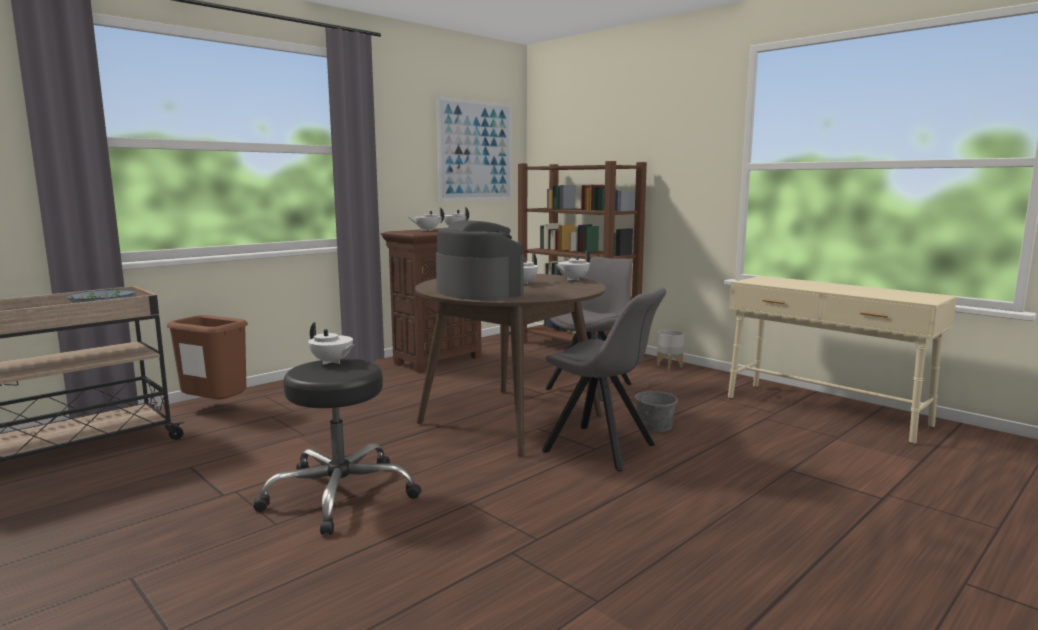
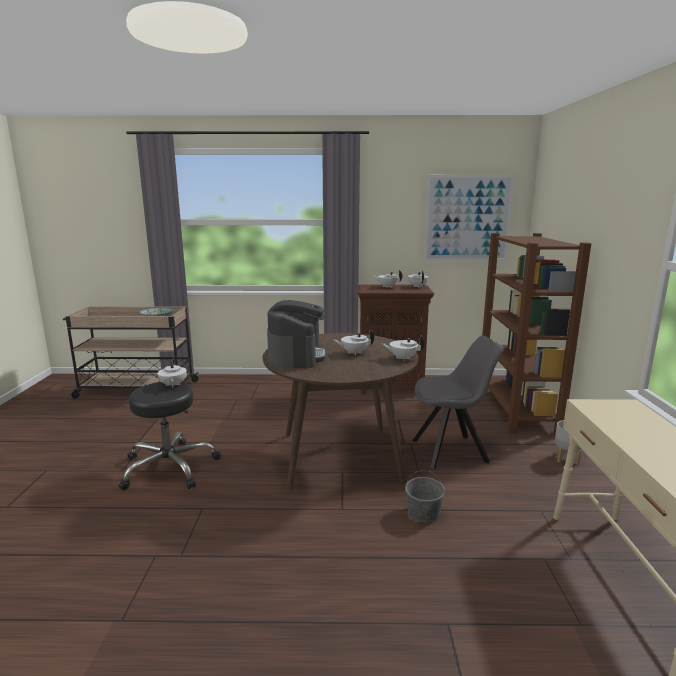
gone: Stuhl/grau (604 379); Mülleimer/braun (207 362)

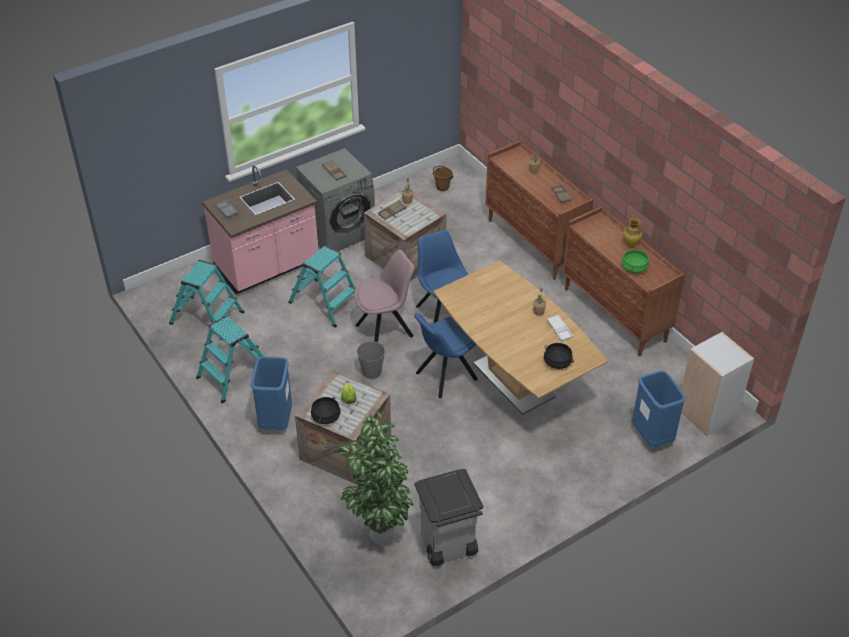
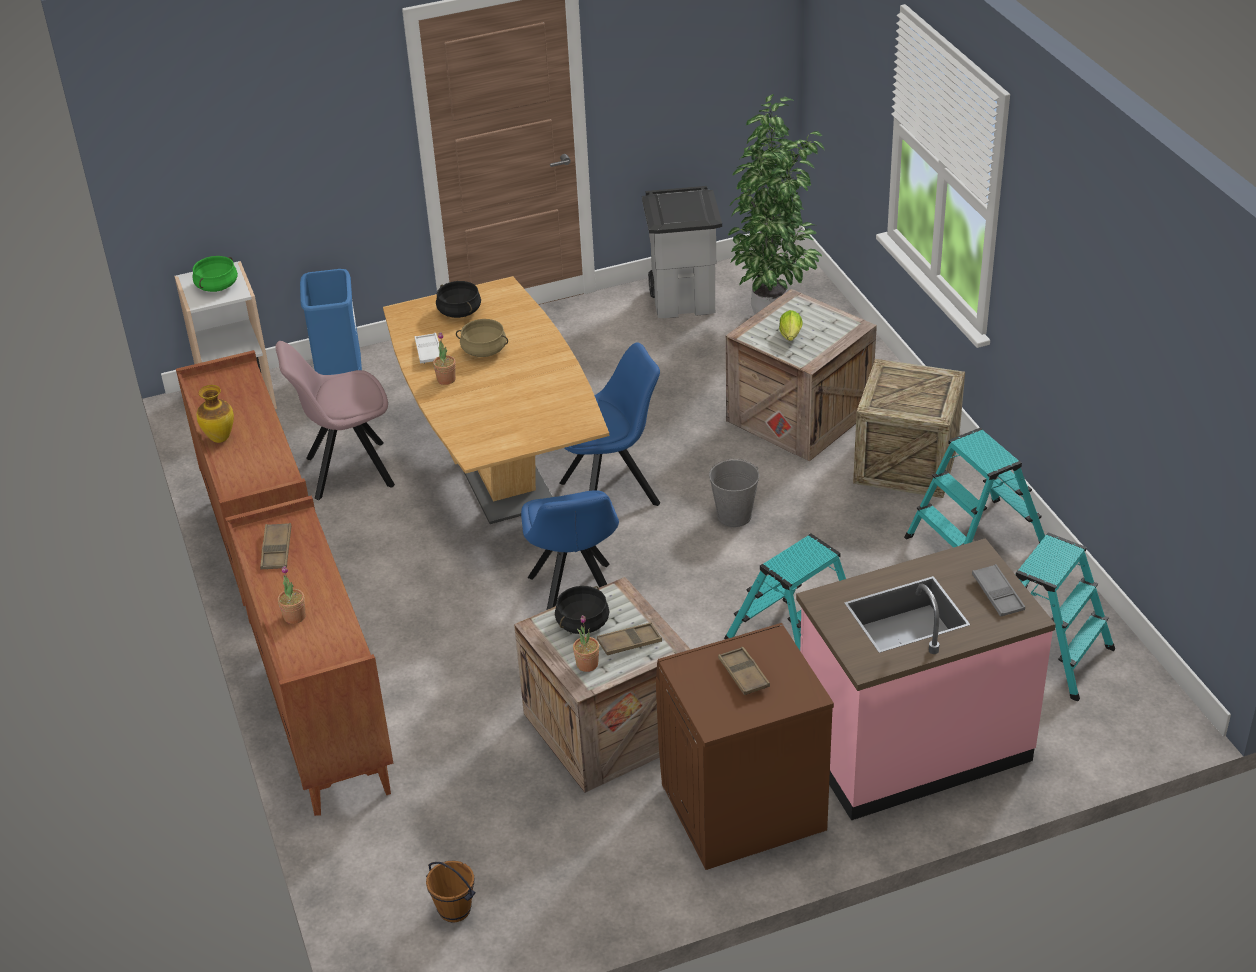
new: Kochtopf/beige (482 338)
shifted: Kochtopf/grün (635 261) to (215 274); Stuhl/rosa (384 296) to (335 420); Kochtopf/schwarz (325 410) to (582 610)
swapped: Mülleimer/blau (271 393) to Kiste (909 428)
repainted: Waschmaschine/grau (335 199) to Waschmaschine/braun (745 746)

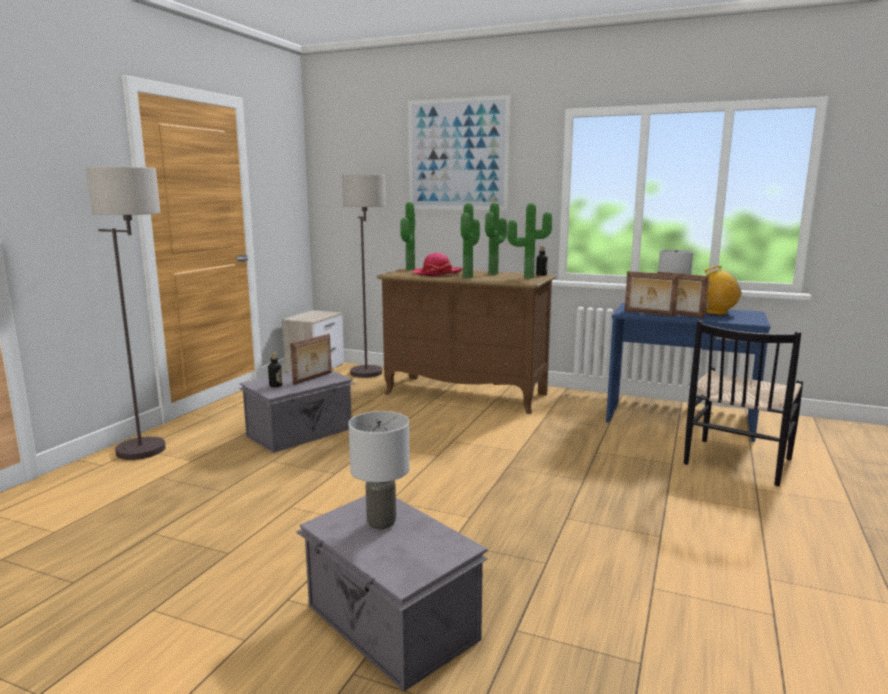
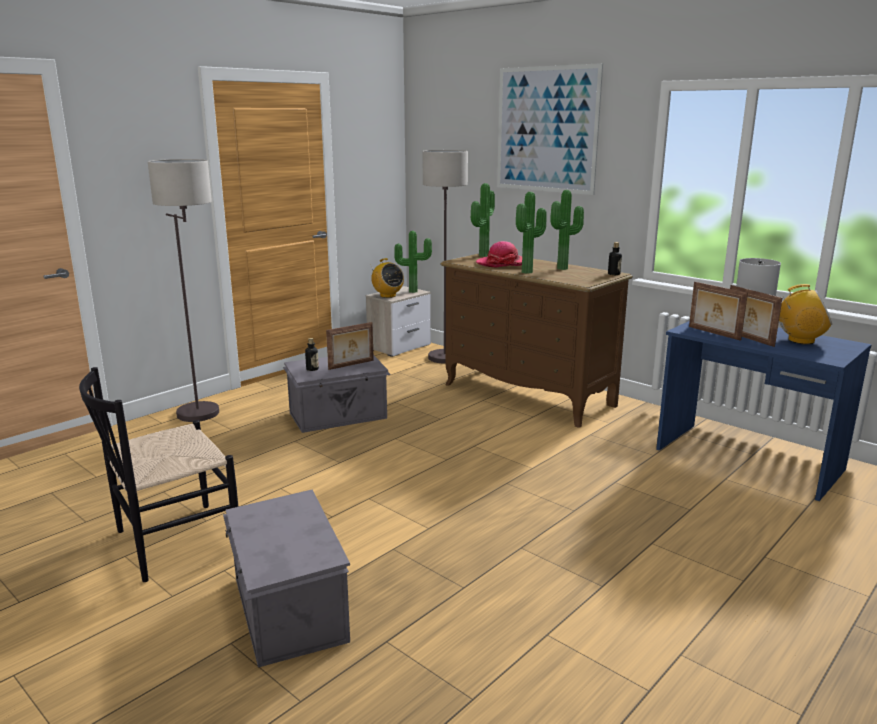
gone: Tischlampe/weiß (379 470)
new: Radio (387 278)
shifted: Topfpflanze (529 241) to (413 262); Stuhl/schwarz (743 403) to (158 474)

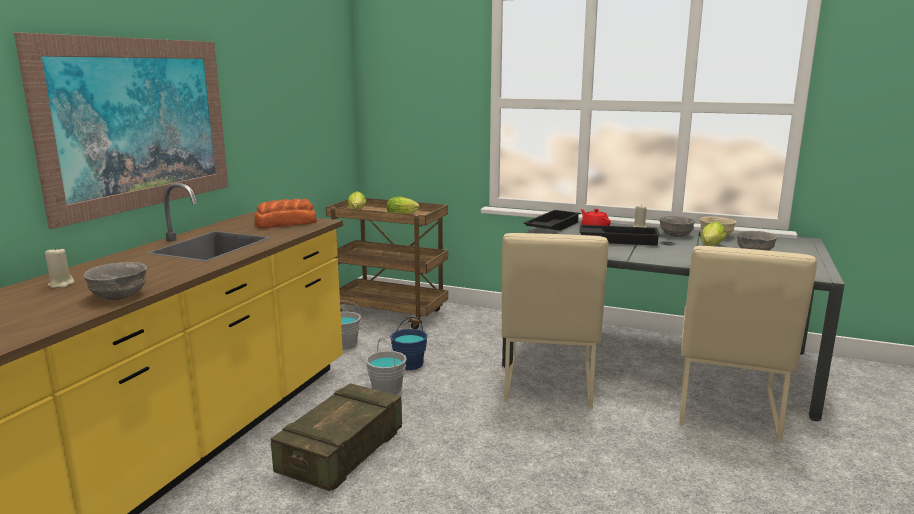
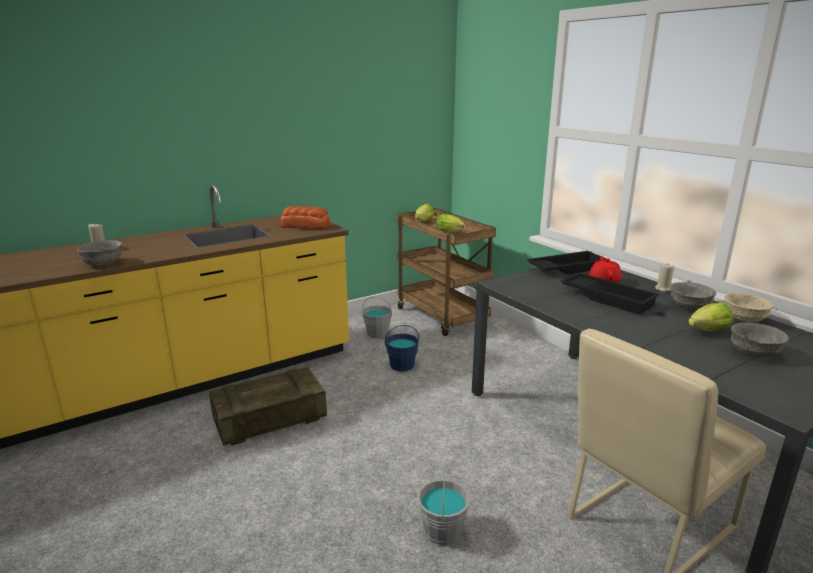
gone: Bild (121 130); Stuhl/beige (555 320)
shifted: Eimer/grau (386 366) to (443 506)

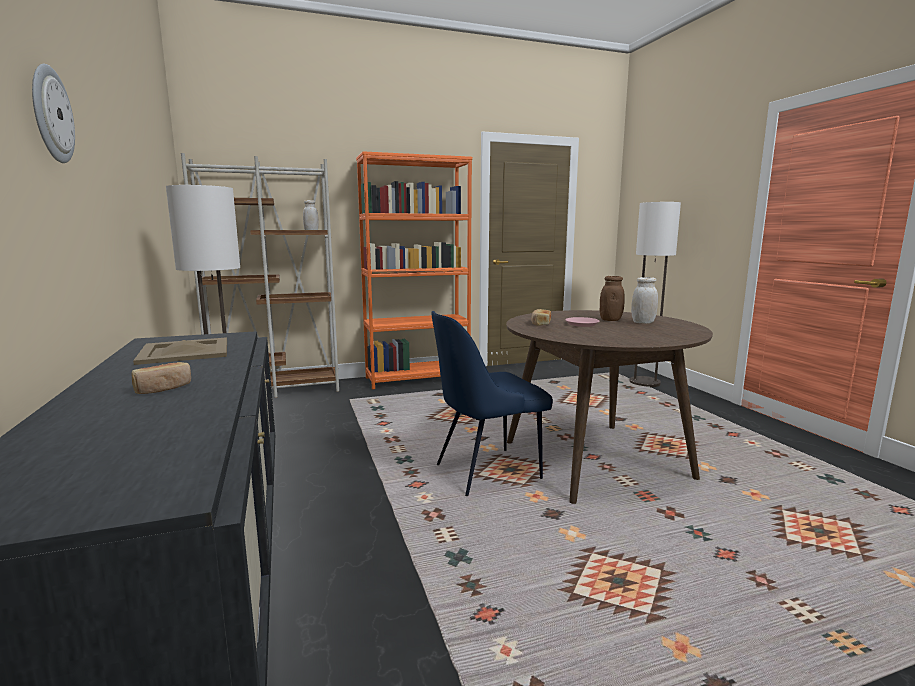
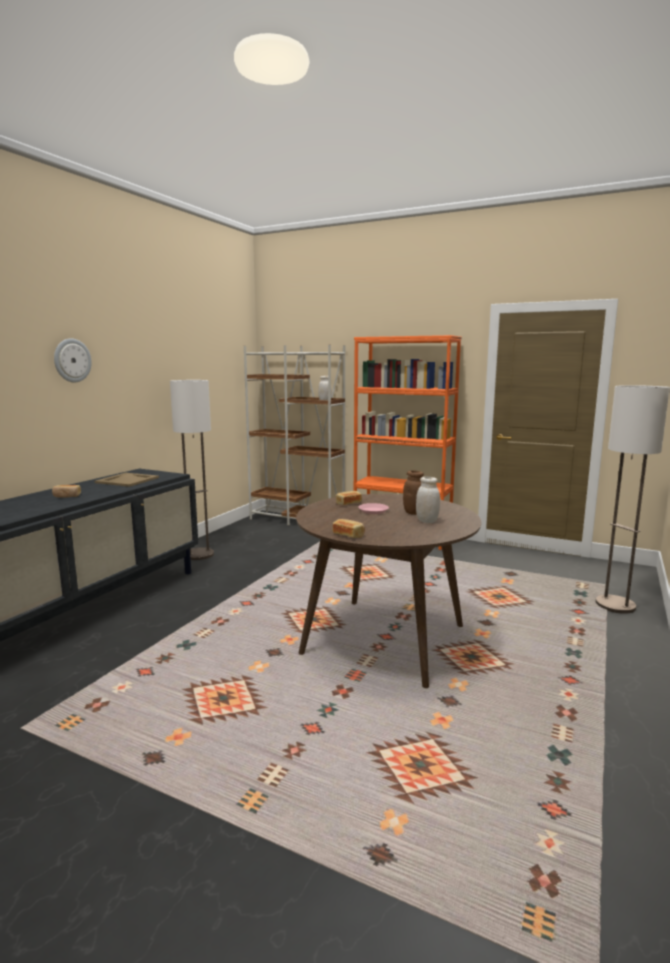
gone: Stuhl/blau (492 403)
new: Brot (348 528)

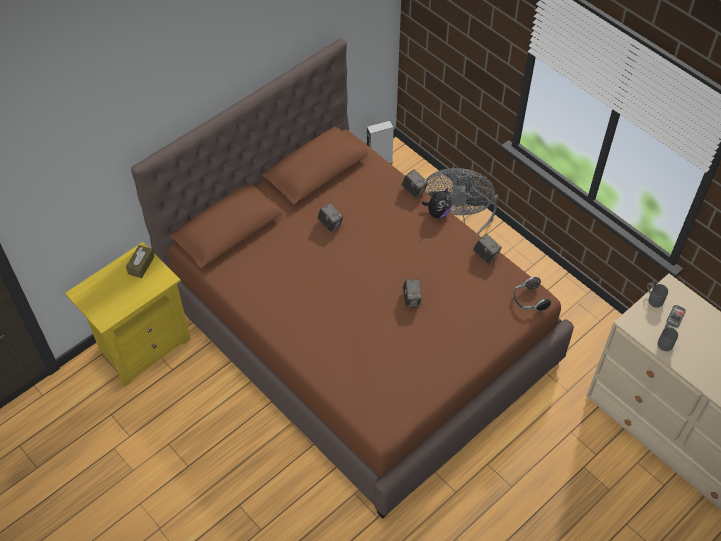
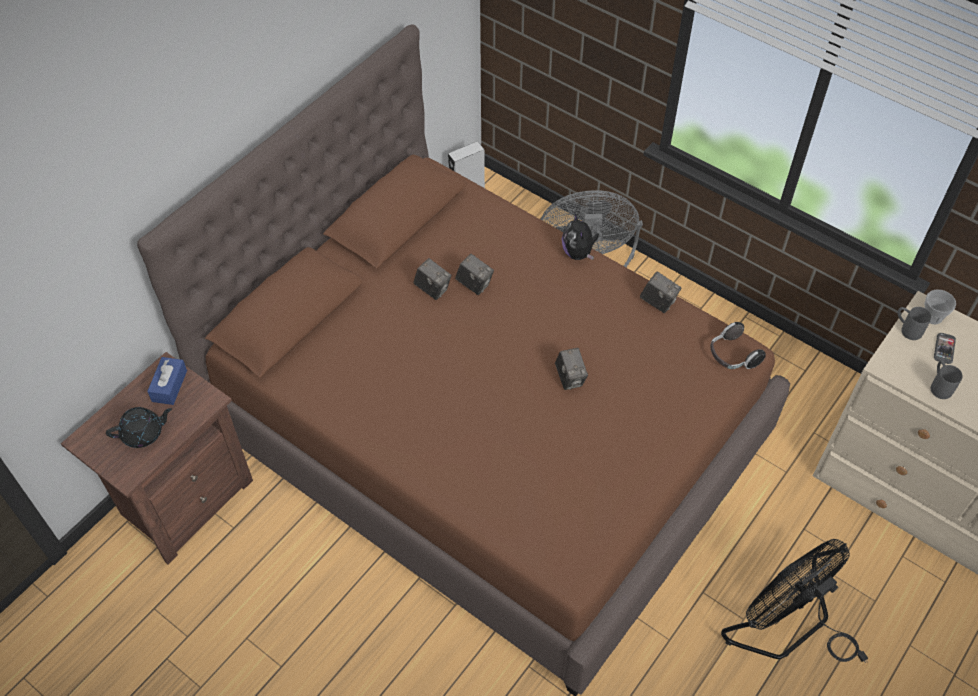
new: Tasse (940 307); Teekanne/schwarz (139 427); Ventilator/schwarz (794 601)
shifted: Kamera (415 183) to (474 274)
repainted: Nachttisch/gelb (128 314) to Nachttisch/braun (157 458); Taschentuchbox/braun (140 261) to Taschentuchbox/blau (167 381)
rotated: Plüschtier (437 203) = (580 236) 135 degrees clockwise

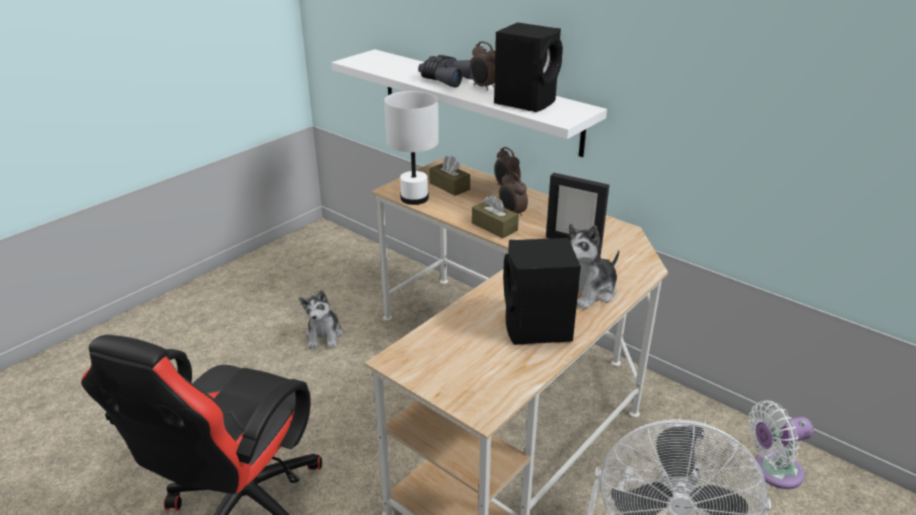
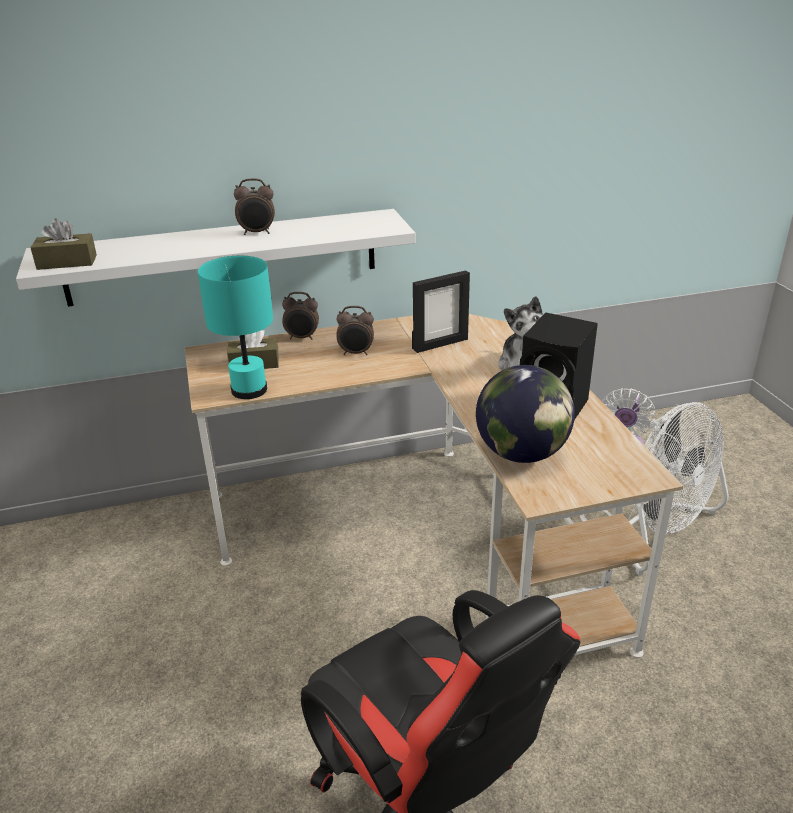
gone: Lautsprecher/schwarz (528 67); Fernglas/grau (445 71); Plüschtier (321 319)
new: Globus (525 414)
shifted: Taschentuchbox/braun (495 216) to (63 244)
repainted: Tischlampe/weiß (411 148) to Tischlampe/türkis (235 327)

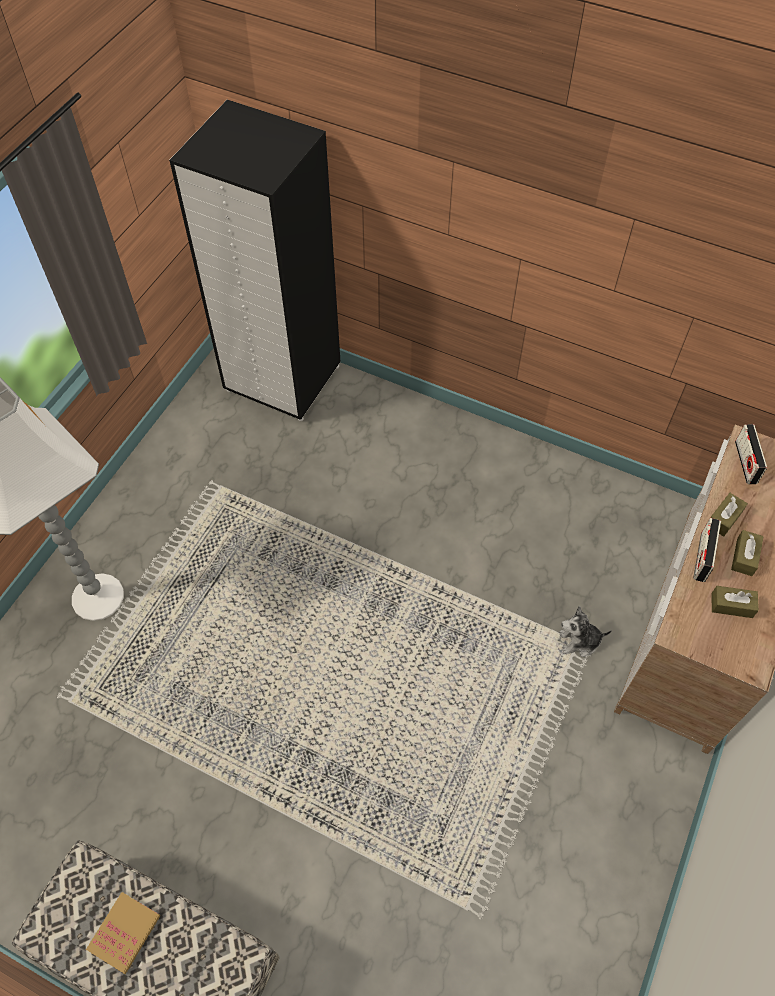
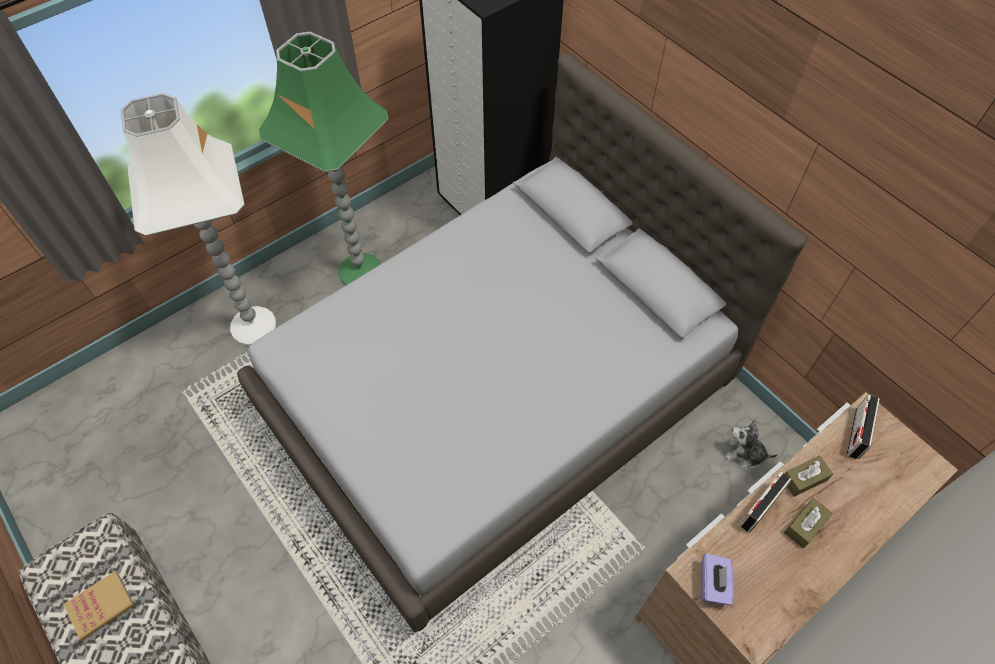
gone: Taschentuchbox/braun (735 602)
new: Stehlampe/grün (324 158); Bett/grau (522 343); Taschentuchbox/lila (717 579)
shifted: Plüschtier (585 631) to (751 444)

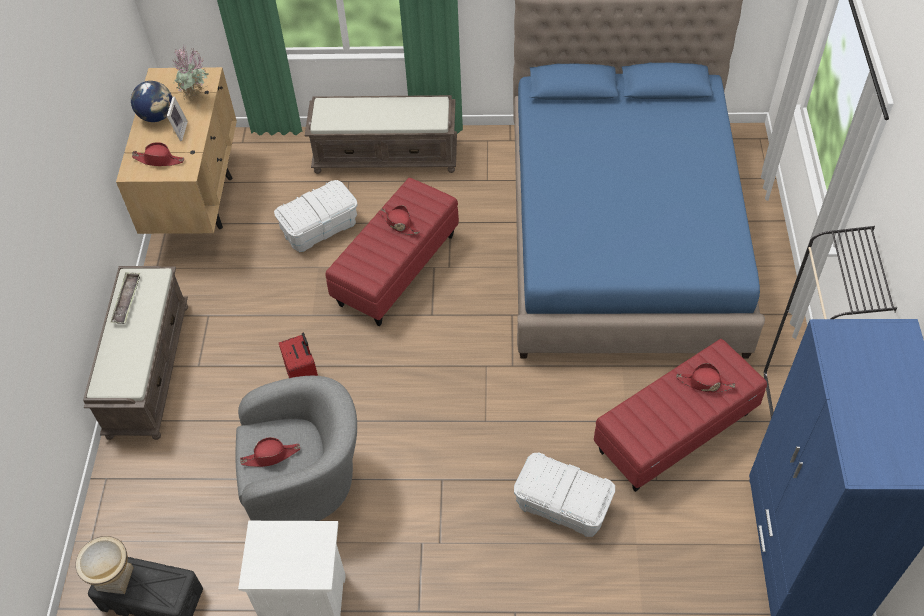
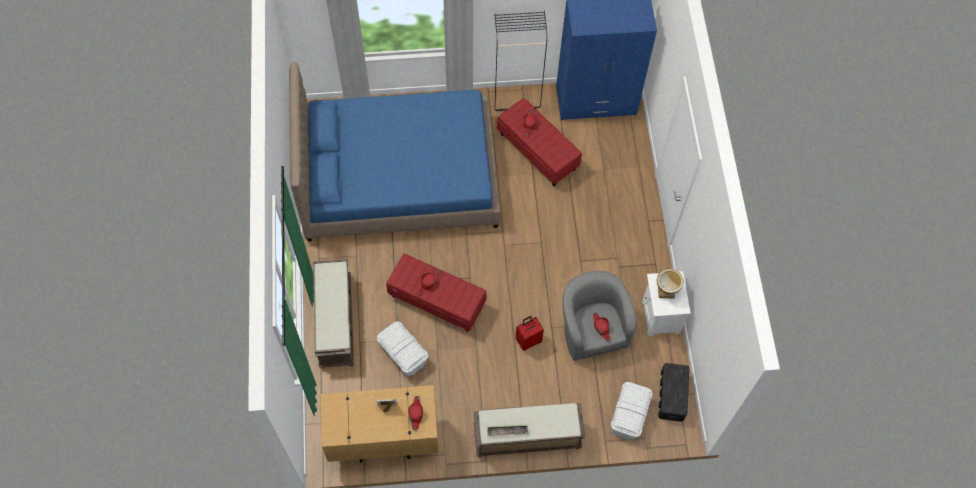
gone: Topfpflanze (190 73); Globus (151 101)
shifted: Aufbewahrungsbox/weiß (564 495) to (631 411); Vase (104 565) to (670 283)

